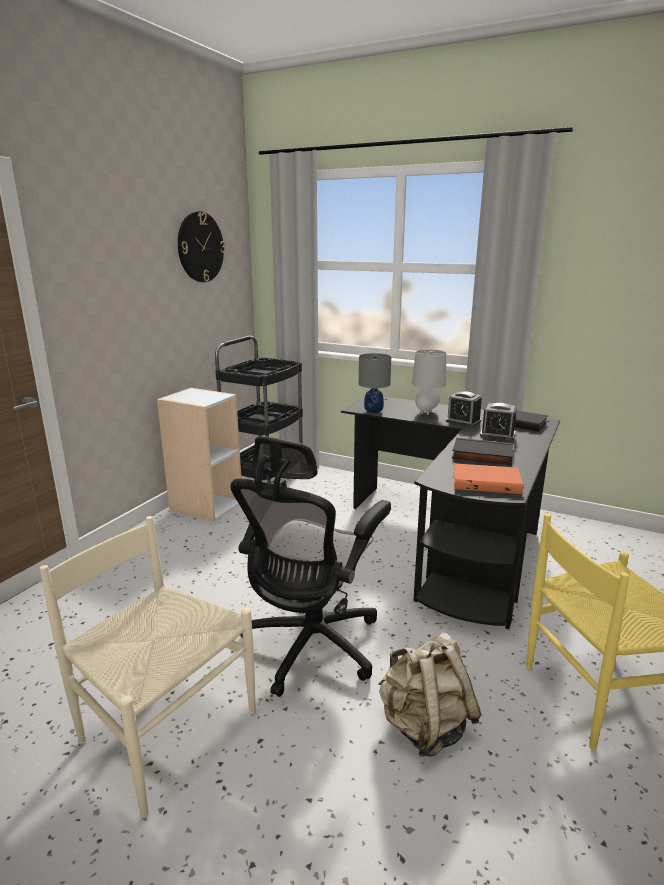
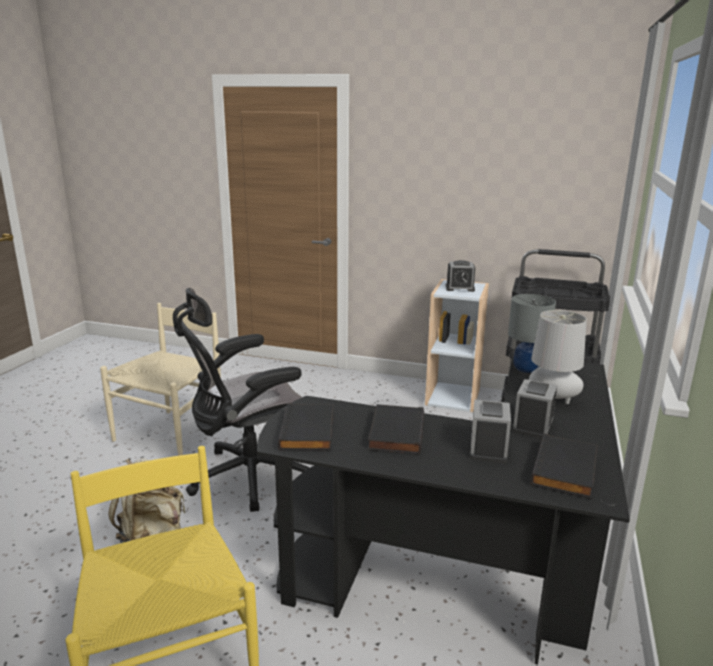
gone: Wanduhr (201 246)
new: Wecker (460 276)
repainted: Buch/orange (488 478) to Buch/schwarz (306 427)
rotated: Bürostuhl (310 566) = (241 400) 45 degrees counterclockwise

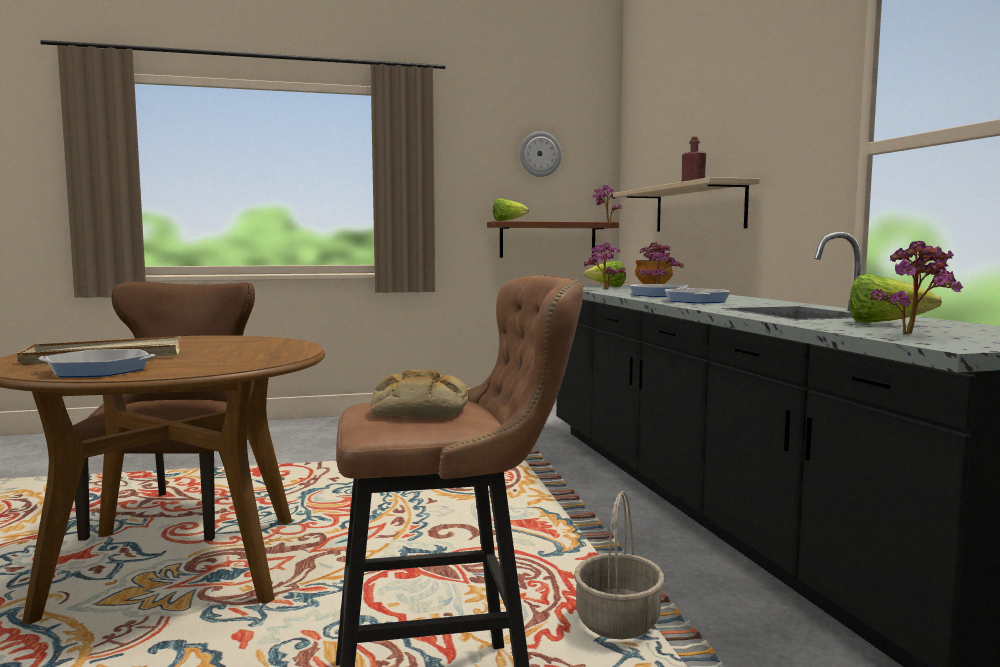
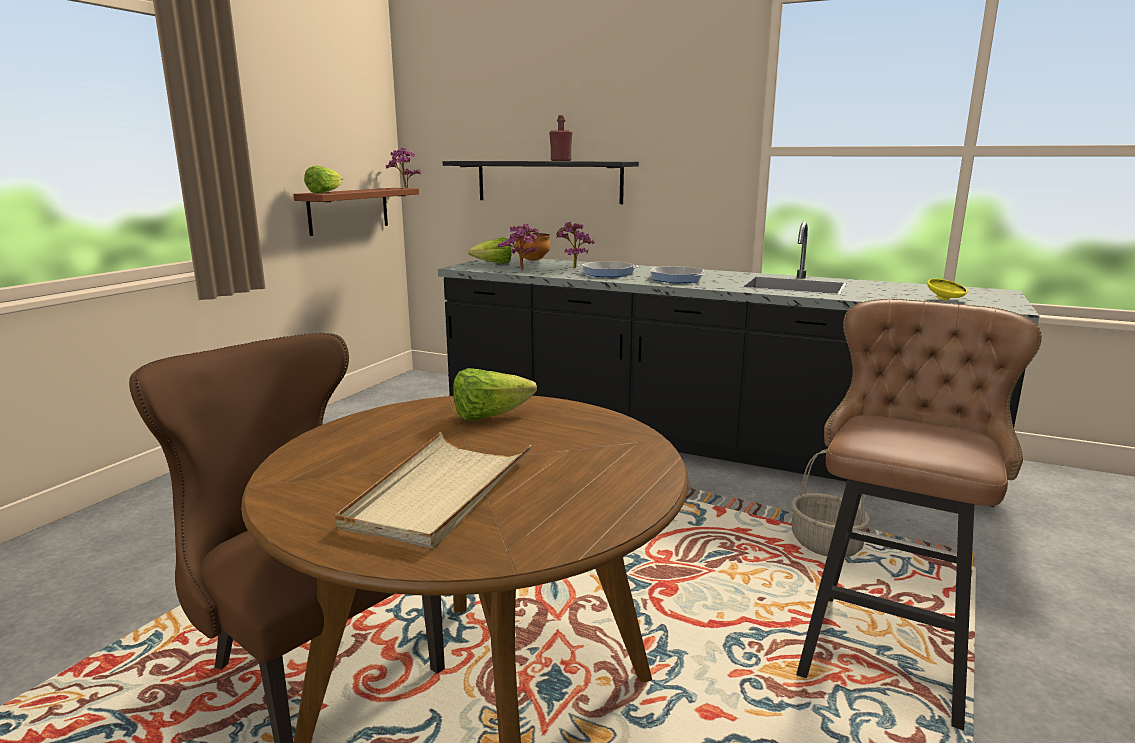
gone: Wanduhr (541 154); Pfanne (96 363); Brot (420 394)
shifted: Salatkopf (896 298) to (495 394)
swapped: Topfpflanze (916 287) to Schüssel/gelb (947 289)
repainted: Wandregal/beige (686 204) to Wandregal/schwarz (541 182)

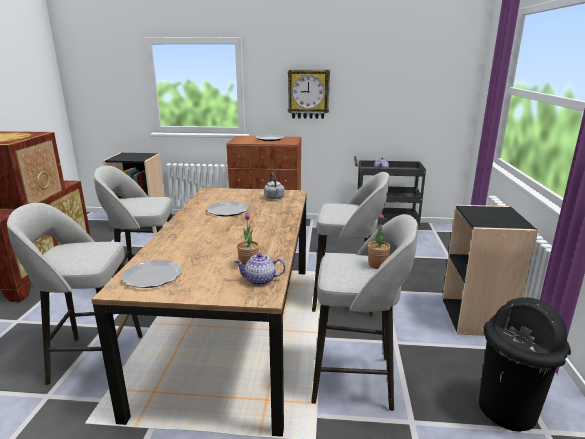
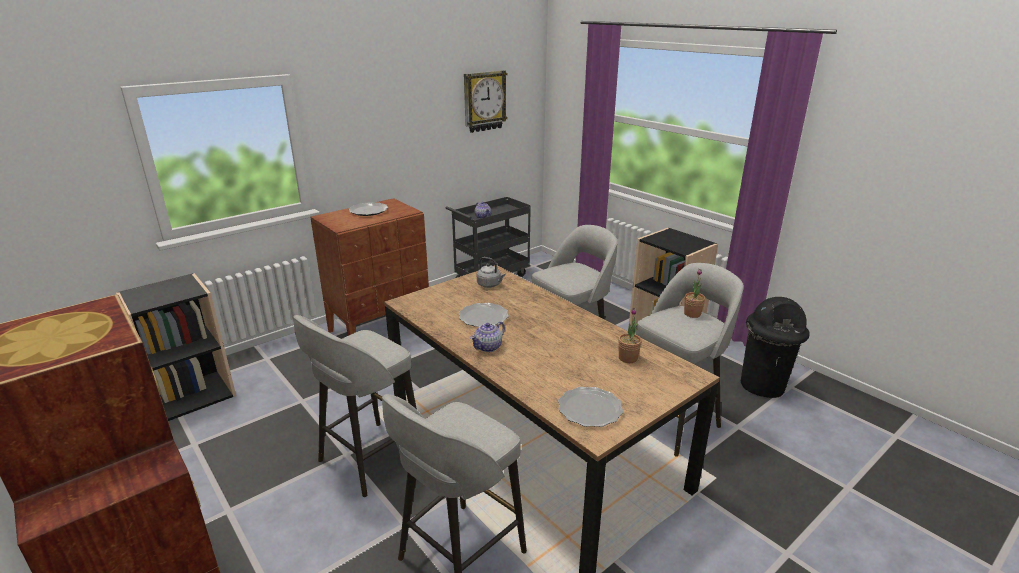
shifted: Wanduhr (309 94) to (485 101); Teekanne (260 269) to (487 336)

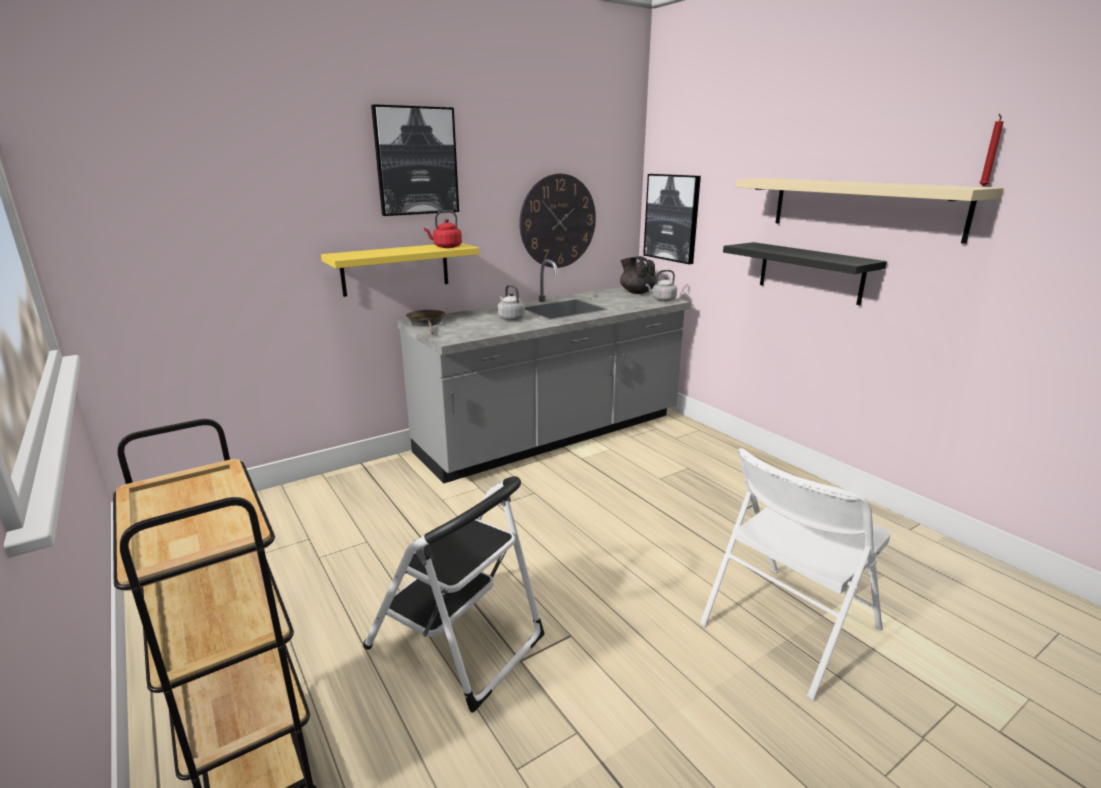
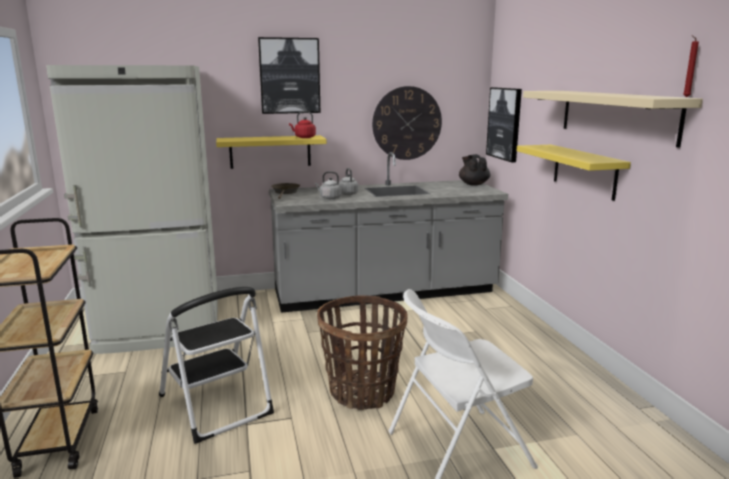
new: Kühlschrank/weiß (132 209); Korb (362 352)
shifted: Wasserkessel/grau (661 285) to (328 185)
repainted: Wandregal/schwarz (805 273) to Wandregal/gelb (574 173)

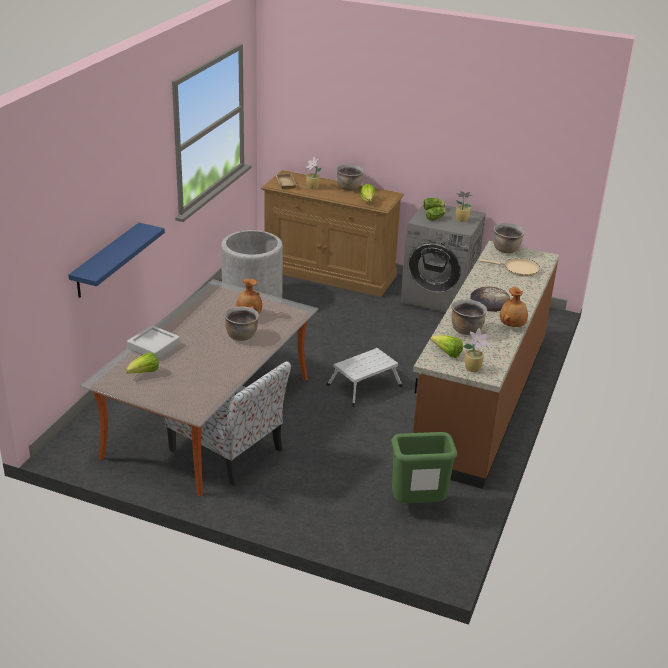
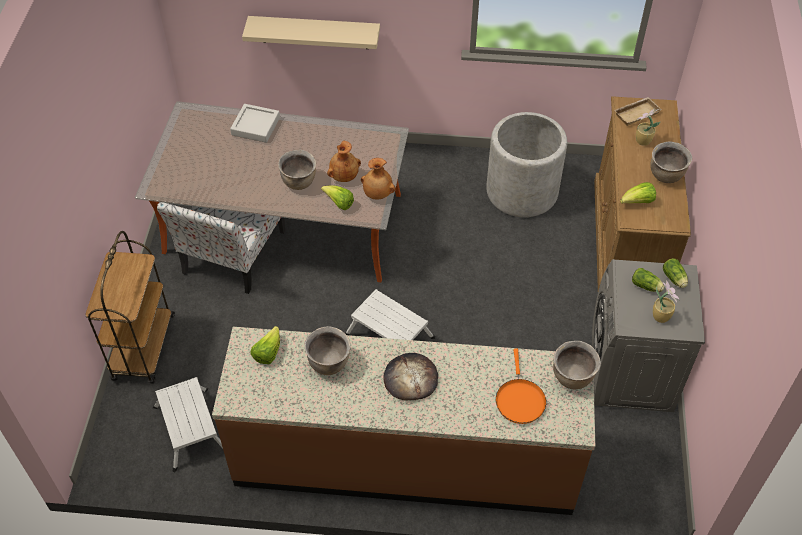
gone: Topfpflanze (475 350)
new: Rollwagen/braun (130 307)
shifted: Vase/braun (514 307) to (378 179); Salatkopf (142 363) to (337 197)
swapped: Mülleimer/grün (424 467) to Trittleiter/weiß (188 425)
repainted: Wandregal/blau (116 260) to Wandregal/beige (311 32); Pfanne/beige (509 267) to Pfanne/orange (521 386)

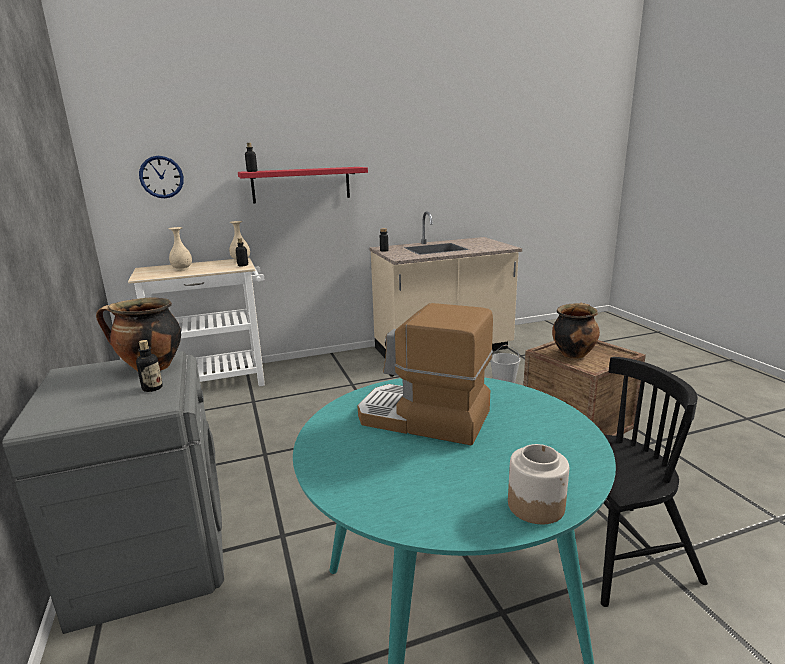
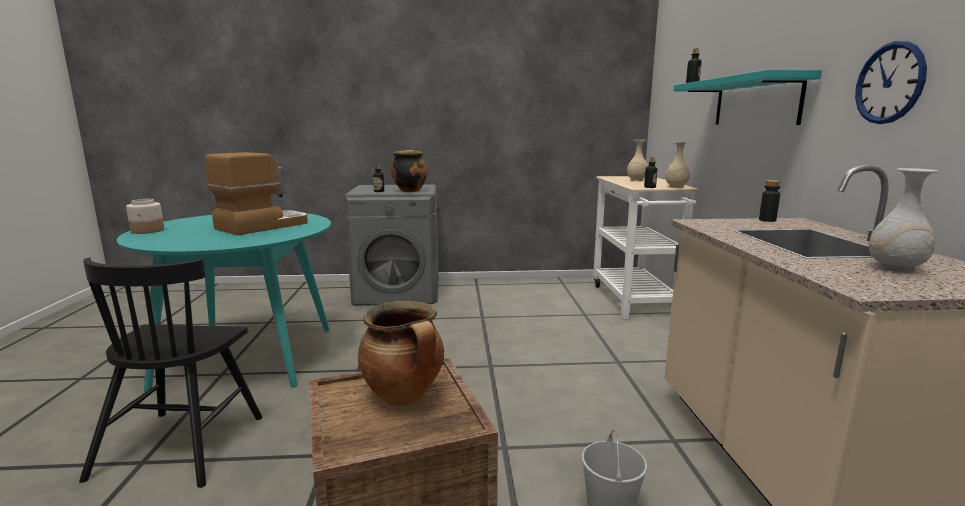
new: Vase/weiß (903 220)
shifted: Wanduhr (161 177) to (891 82)
repainted: Wandregal/rot (303 185) to Wandregal/türkis (747 97)

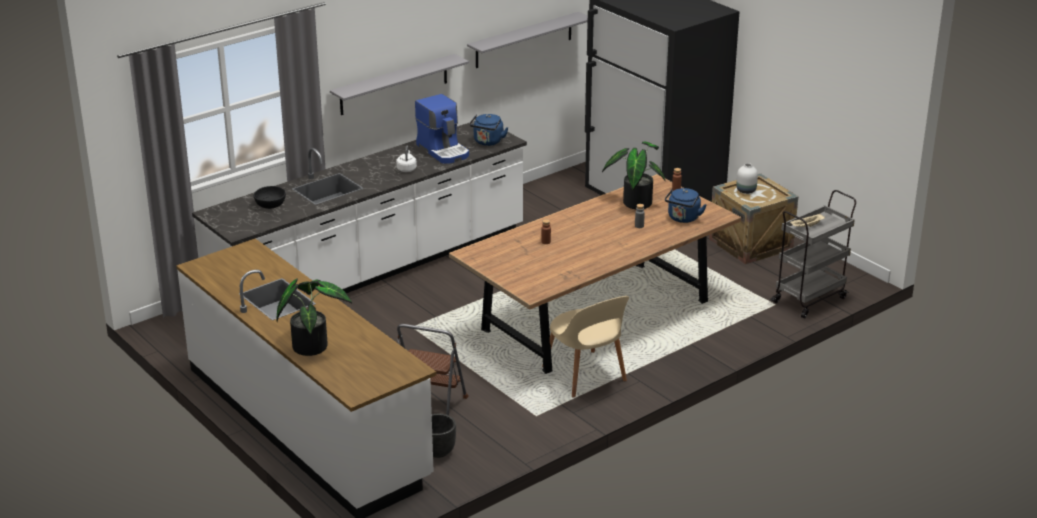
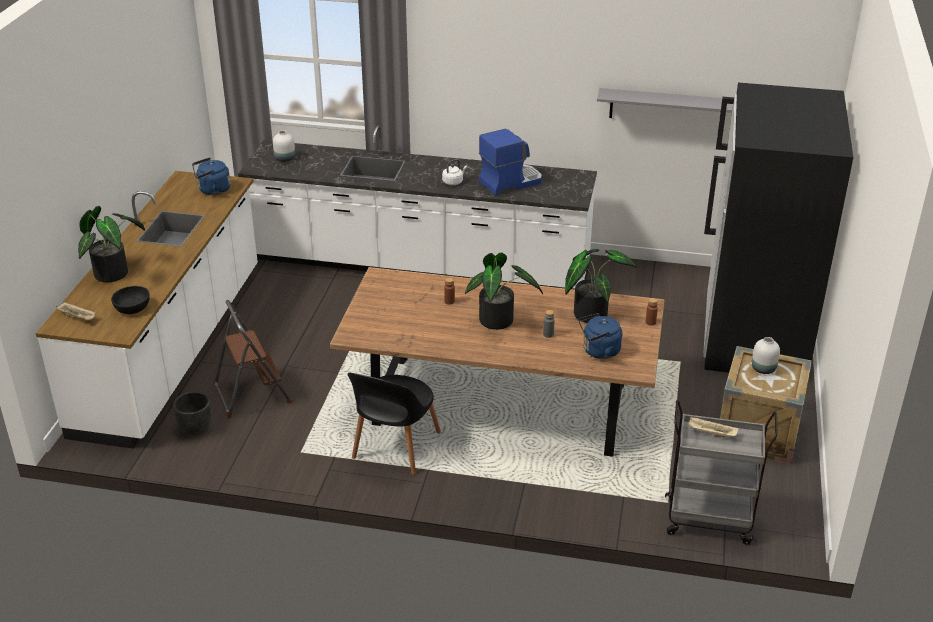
gone: Wandregal/grau (399 84)
new: Vase/weiß (284 146); Topfpflanze (504 291); Tablett/beige (76 311)
shifted: Wasserkessel/blau (488 130) to (211 176); Schüssel/schwarz (270 197) to (130 300)
repainted: Stuhl/beige (585 347) to Stuhl/schwarz (394 424)
rotated: Kaffeemaschine (442 129) = (510 162) 135 degrees counterclockwise

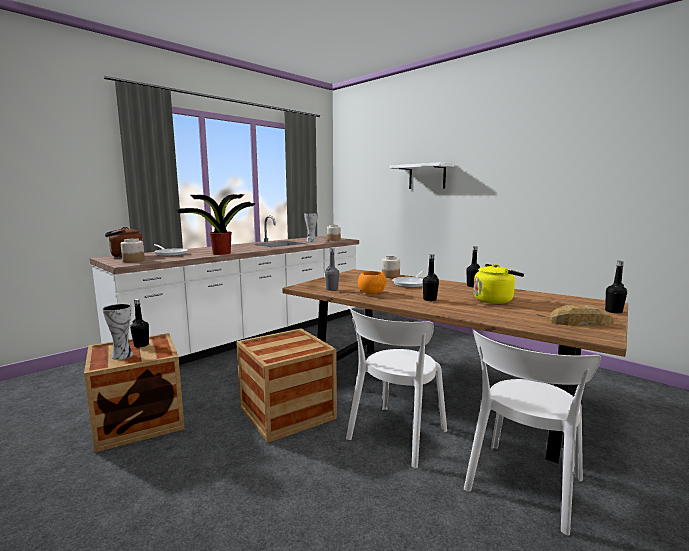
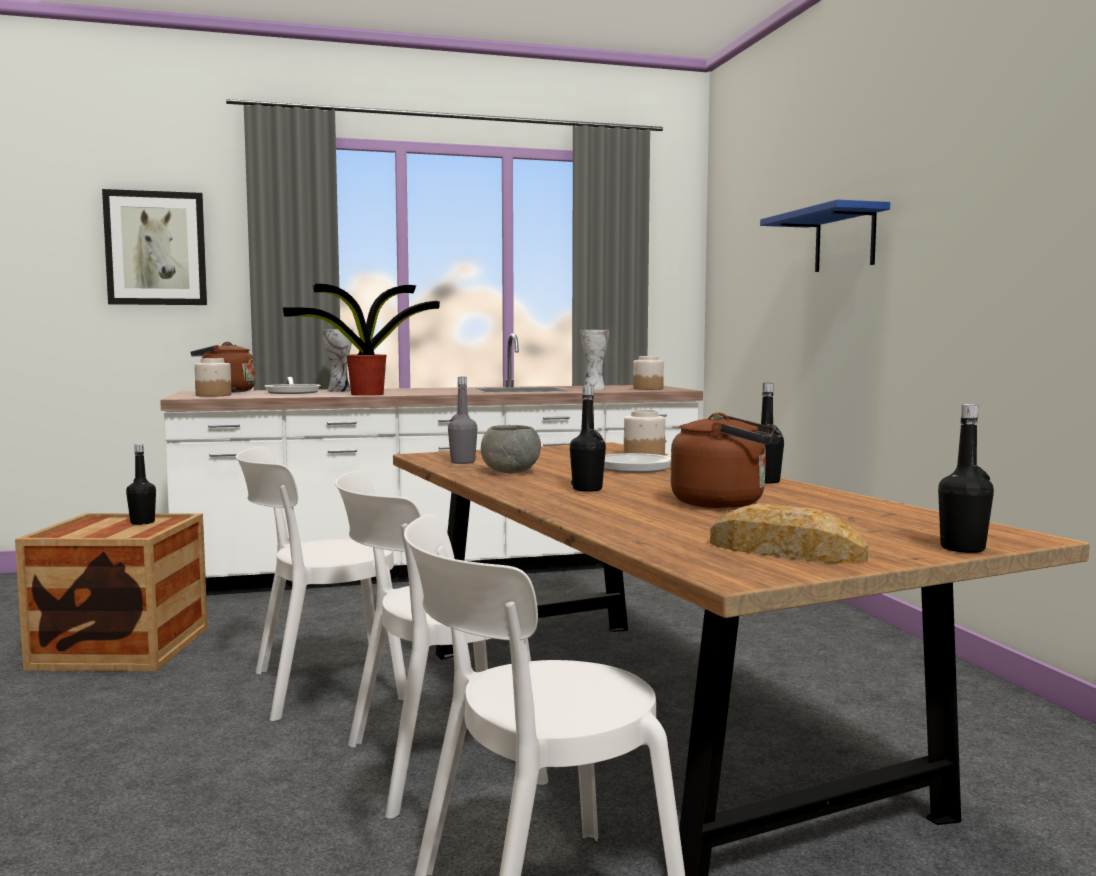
new: Bild (154 247)
shifted: Vase (117 332) to (337 360)
swapped: Kiste (286 385) to Stuhl/weiß (321 583)
repainted: Wandregal/weiß (422 175) to Wandregal/blau (825 236); Wasserkessel/gelb (498 284) to Wasserkessel/braun (723 460); Schüssel/orange (372 282) to Schüssel/grau (511 449)

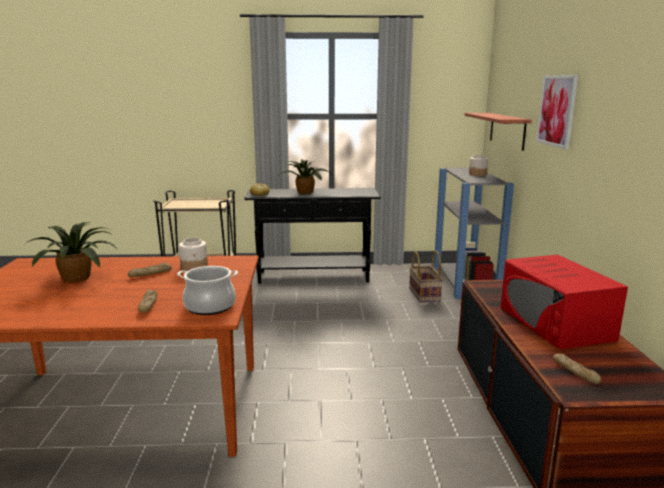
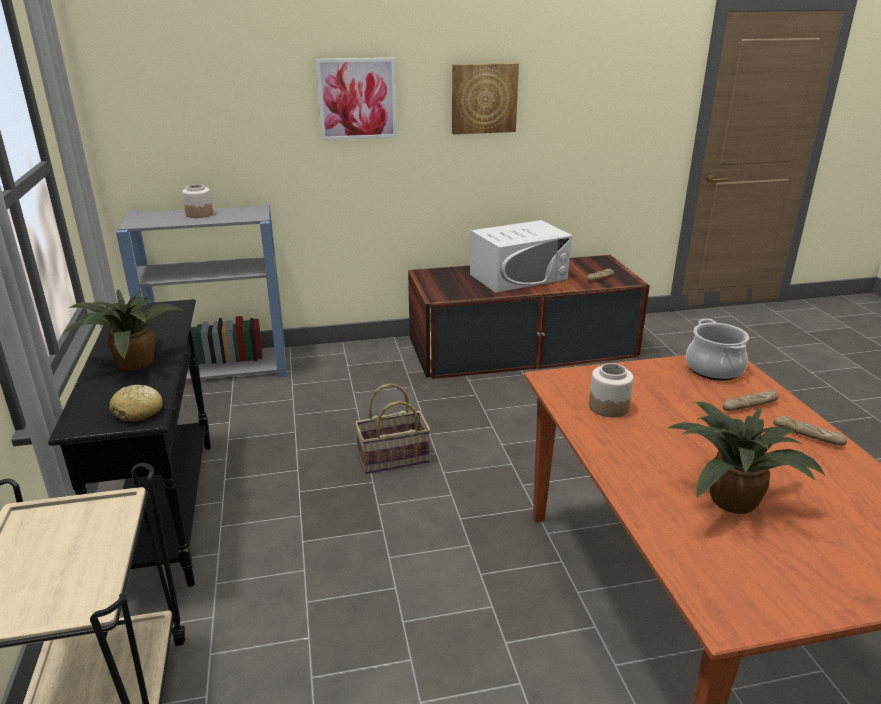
gone: Wandregal (498 132)
new: Bild (485 98)
shifted: Korb (426 277) to (393 428); Brot (150 270) to (810 431)
repainted: Mikrowelle/rot (564 302) to Mikrowelle/weiß (521 256)

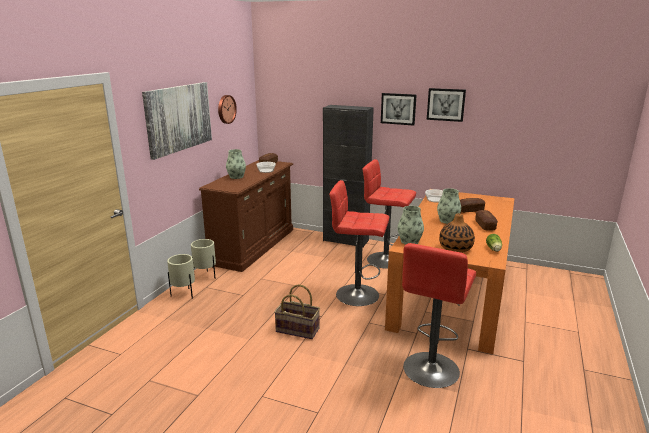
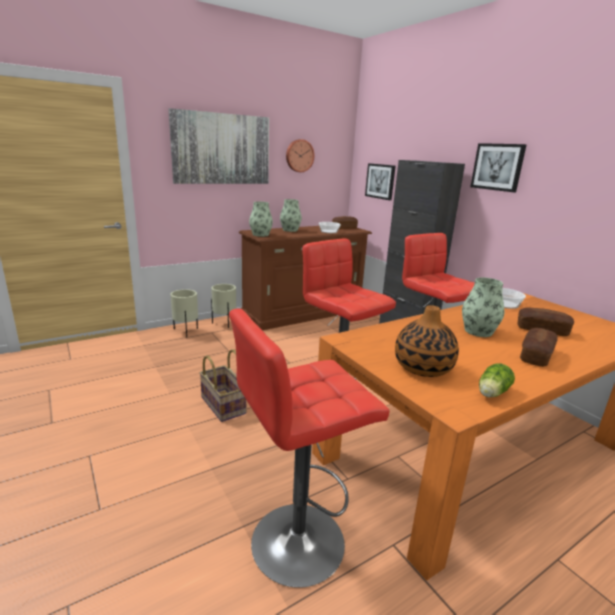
shifted: Bild (446 105) to (380 181); Vase (411 225) to (261 219)

